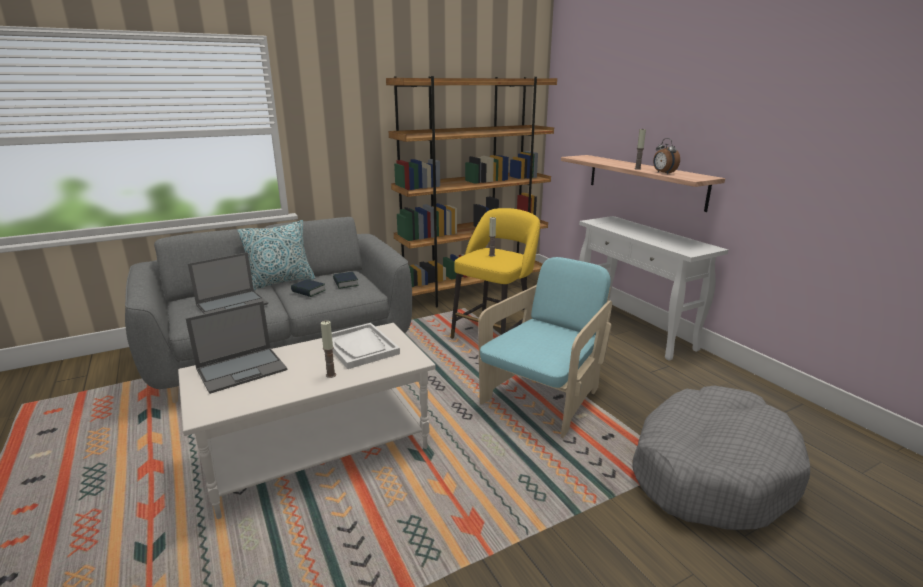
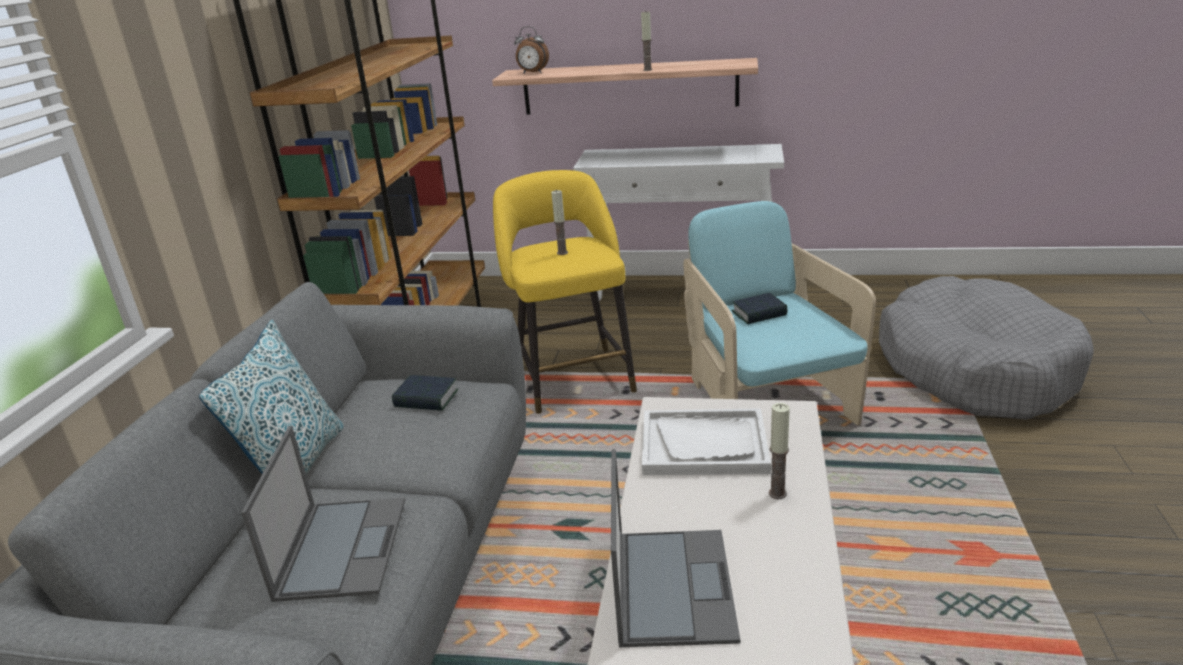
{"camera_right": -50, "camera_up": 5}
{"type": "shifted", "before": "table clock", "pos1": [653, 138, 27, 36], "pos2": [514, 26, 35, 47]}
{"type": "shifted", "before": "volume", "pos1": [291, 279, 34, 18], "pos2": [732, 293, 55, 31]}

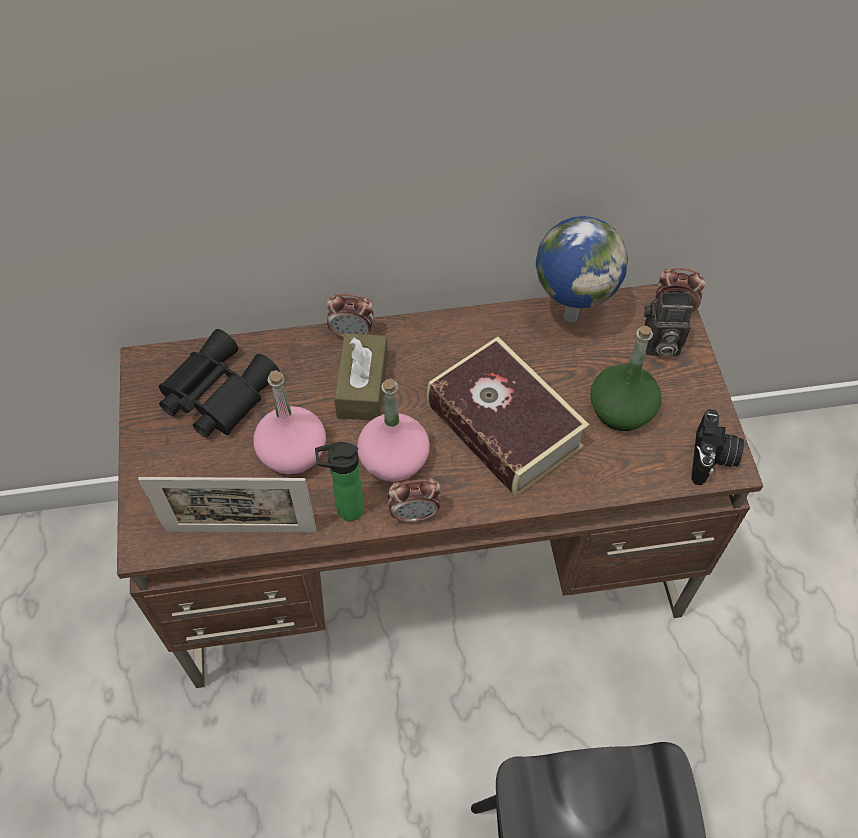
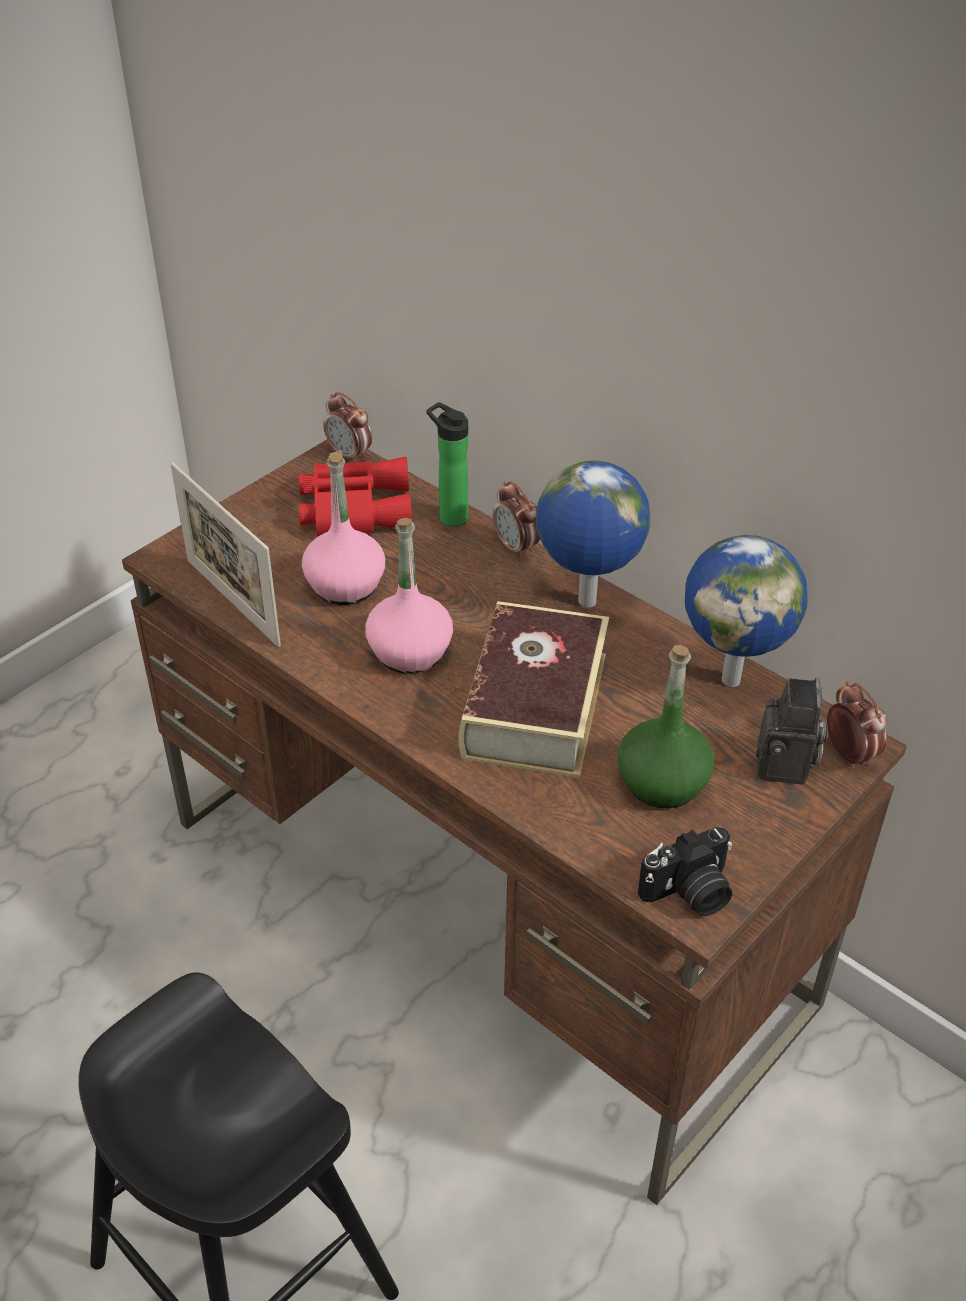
{"camera_right": 50, "camera_up": -15}
{"type": "rotated", "before": "still camera", "pos1": [644, 292, 50, 64], "pos2": [756, 677, 72, 107], "turn": -135}
{"type": "repainted", "before": "black pair of binoculars", "after": "red-coloured pair of binoculars", "pos1": [159, 329, 121, 109], "pos2": [299, 457, 113, 79]}
{"type": "gone", "before": "brown tissue box", "pos1": [334, 333, 54, 87]}
{"type": "shifted", "before": "bottle", "pos1": [315, 442, 49, 79], "pos2": [427, 402, 41, 125]}
{"type": "shifted", "before": "table clock", "pos1": [388, 478, 53, 45], "pos2": [323, 392, 49, 70]}
{"type": "new", "after": "globe", "pos2": [536, 460, 114, 148]}

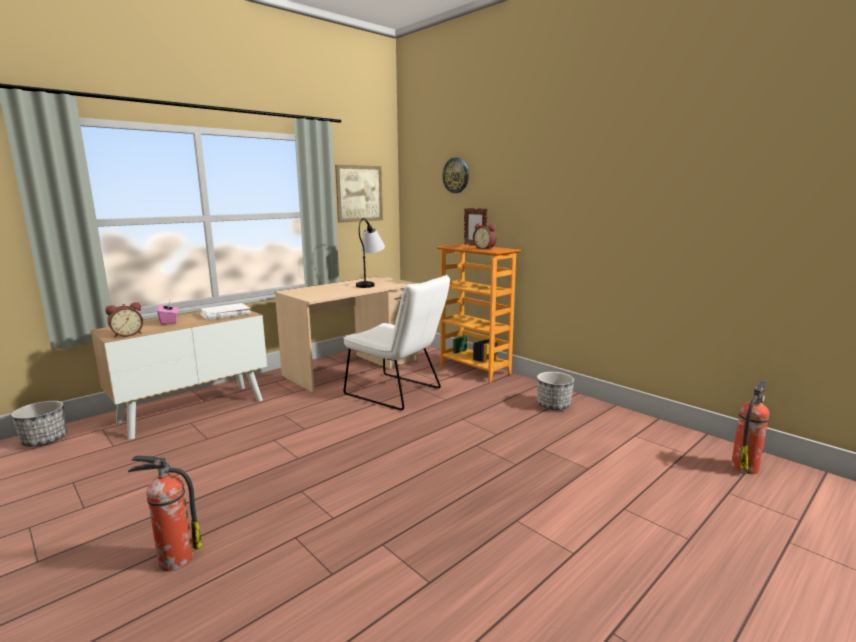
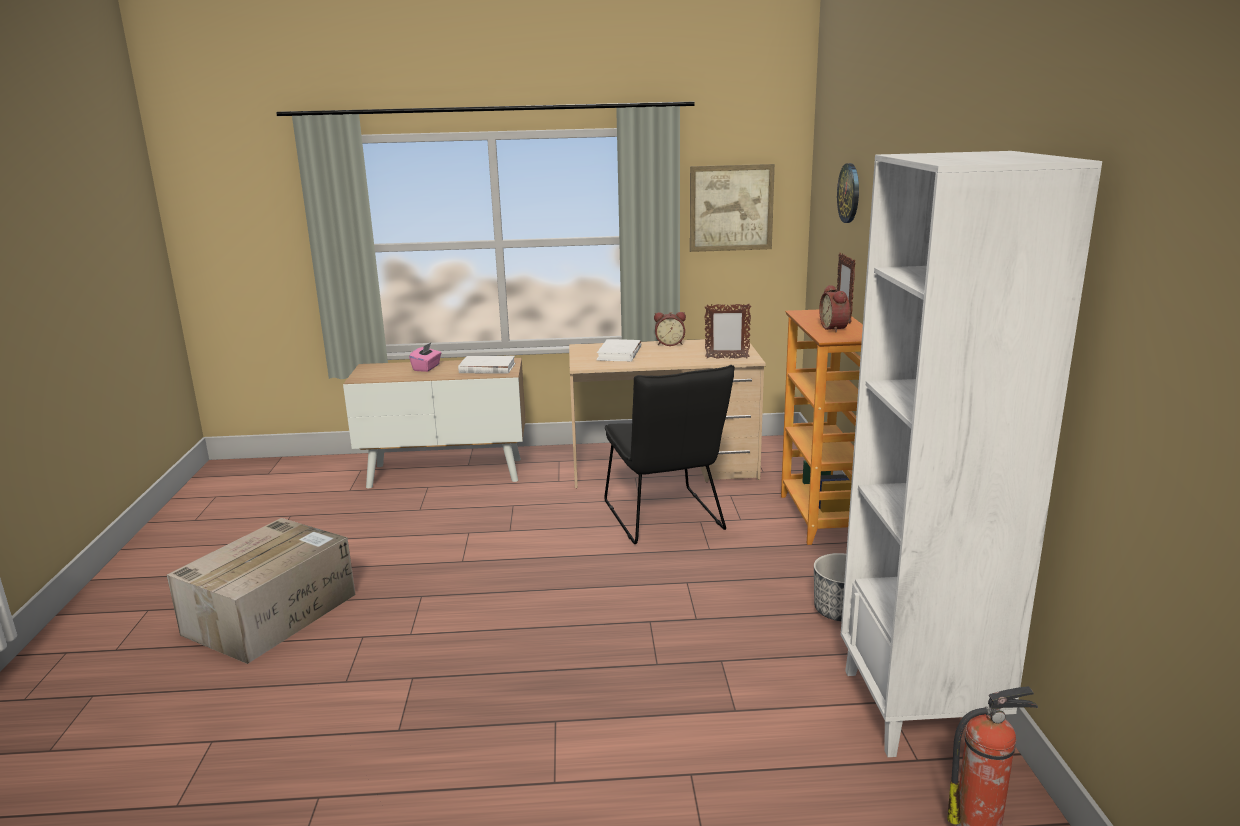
{"camera_right": 40, "camera_up": 5}
{"type": "gone", "before": "lamp for a table", "pos1": [356, 218, 29, 70]}
{"type": "repainted", "before": "white-coloured chair", "after": "black chair", "pos1": [343, 274, 107, 136], "pos2": [604, 365, 131, 179]}
{"type": "shifted", "before": "table clock", "pos1": [105, 302, 38, 36], "pos2": [654, 312, 32, 34]}
{"type": "gone", "before": "flower pot", "pos1": [11, 401, 56, 46]}
{"type": "swapped", "before": "fire extinguisher", "after": "packing box", "pos1": [128, 456, 74, 115], "pos2": [167, 518, 189, 146]}
{"type": "new", "after": "white-coloured bookshelf", "pos2": [841, 151, 261, 606]}
{"type": "new", "after": "picture frame", "pos2": [704, 304, 47, 55]}
{"type": "new", "after": "white-coloured volume", "pos2": [596, 339, 45, 22]}

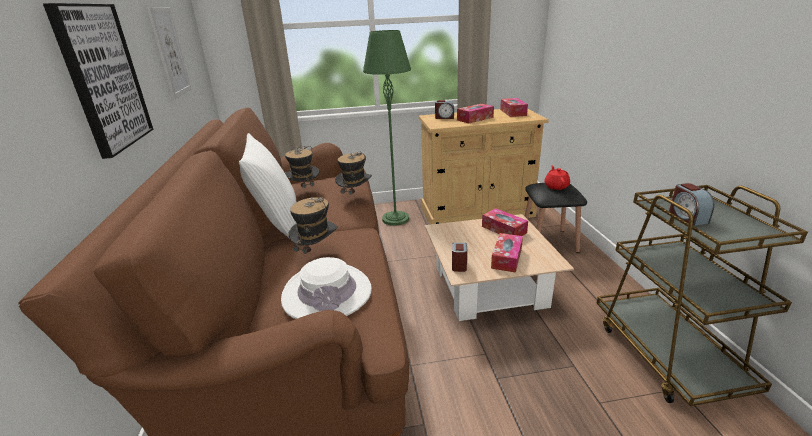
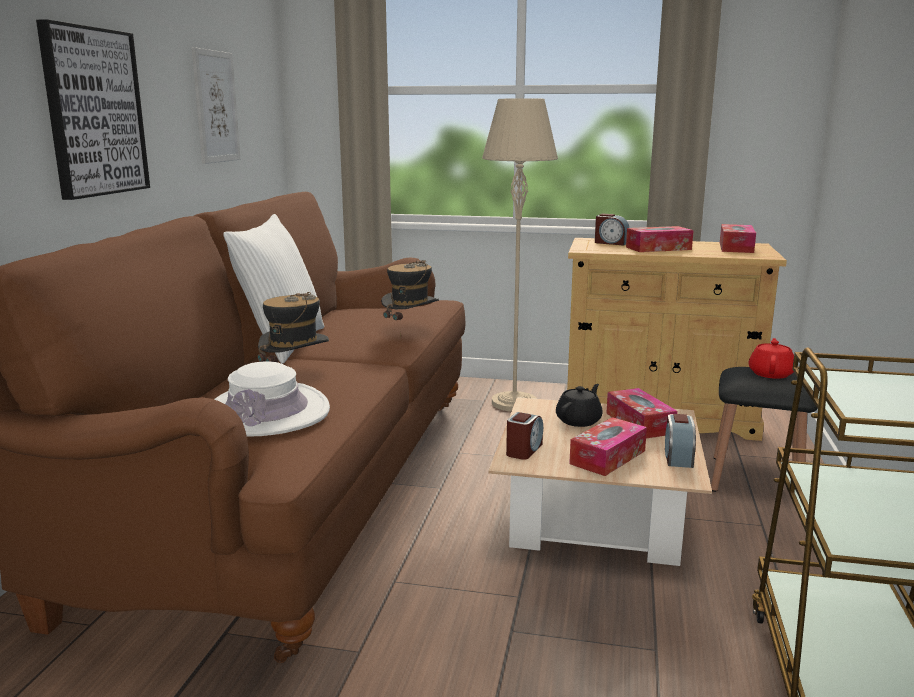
{"camera_right": 20, "camera_up": -10}
{"type": "repainted", "before": "greenish standard lamp", "after": "sand-coloured standard lamp", "pos1": [363, 30, 48, 196], "pos2": [482, 98, 76, 314]}
{"type": "gone", "before": "wearable hat", "pos1": [284, 146, 35, 50]}
{"type": "shifted", "before": "table clock", "pos1": [669, 183, 45, 43], "pos2": [665, 414, 31, 54]}
{"type": "new", "after": "black pot for tea", "pos2": [556, 384, 47, 43]}

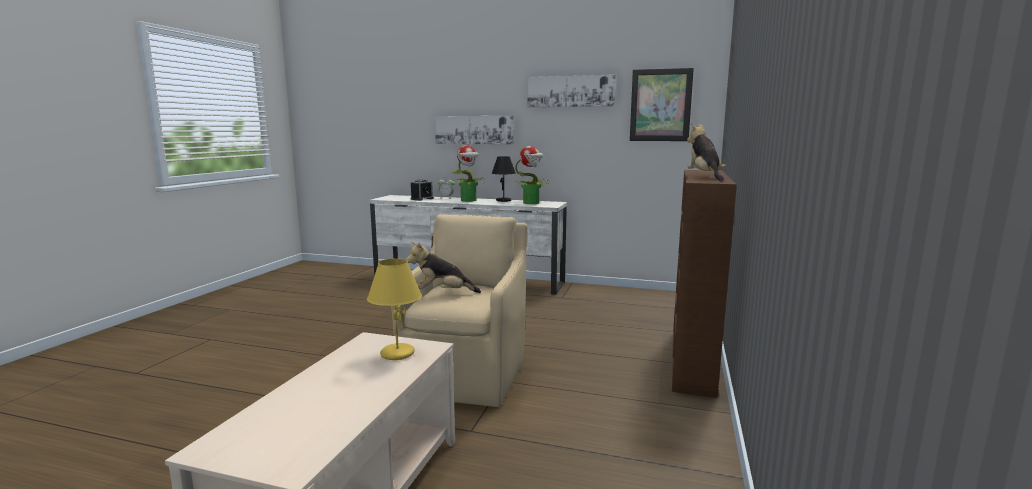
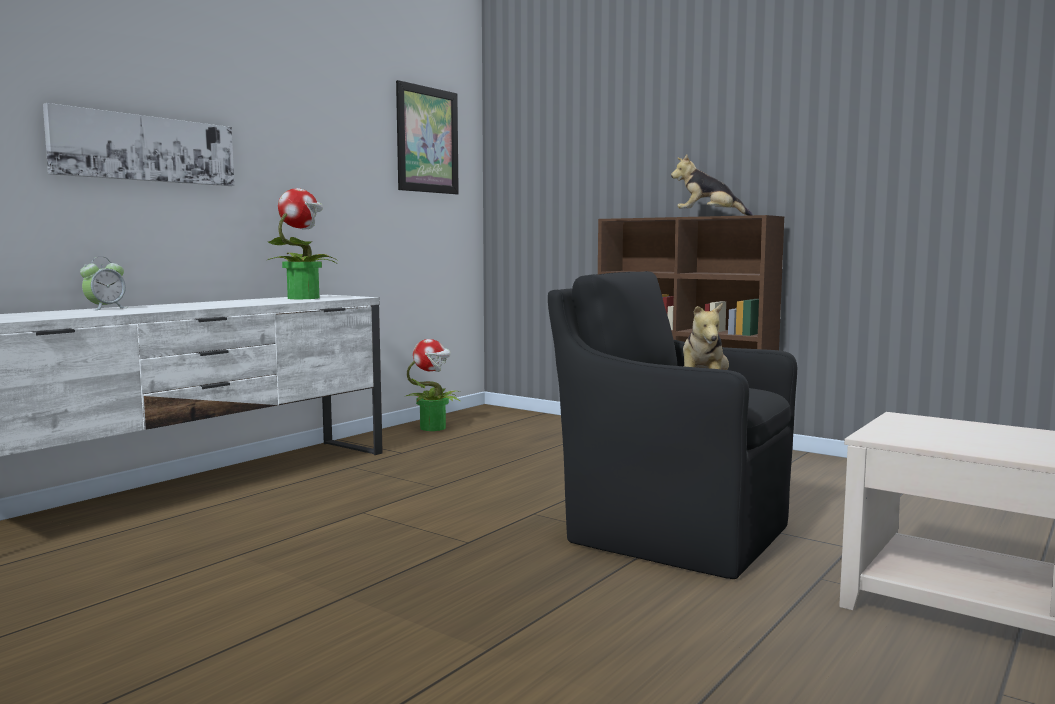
{"camera_right": -70, "camera_up": -5}
{"type": "gone", "before": "wall picture", "pos1": [527, 75, 89, 32]}
{"type": "shifted", "before": "plant in a pot", "pos1": [451, 145, 32, 57], "pos2": [406, 339, 55, 92]}
{"type": "gone", "before": "black lamp for a table", "pos1": [492, 156, 24, 46]}
{"type": "gone", "before": "table clock", "pos1": [410, 179, 24, 22]}
{"type": "repainted", "before": "sand-coloured easy chair", "after": "black easy chair", "pos1": [391, 214, 137, 193], "pos2": [548, 271, 249, 308]}
{"type": "gone", "before": "yellow lamp for a table", "pos1": [367, 258, 55, 102]}

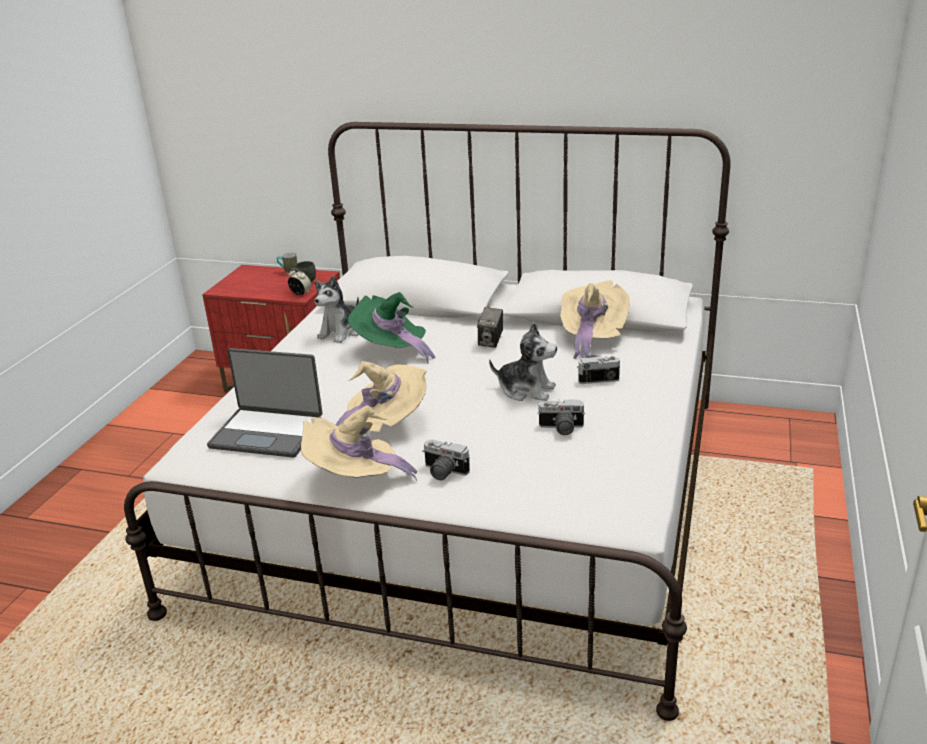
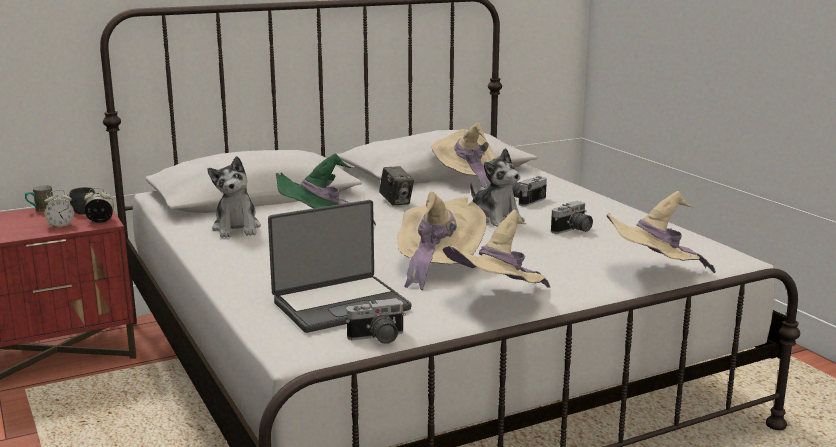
{"camera_right": -45, "camera_up": -10}
{"type": "rotated", "before": "soft toy", "pos1": [489, 323, 68, 78], "pos2": [470, 148, 55, 78], "turn": 75}
{"type": "shifted", "before": "still camera", "pos1": [422, 440, 48, 40], "pos2": [346, 298, 60, 46]}
{"type": "new", "after": "table clock", "pos2": [44, 190, 30, 38]}
{"type": "new", "after": "sand-coloured wearable hat", "pos2": [606, 191, 110, 82]}

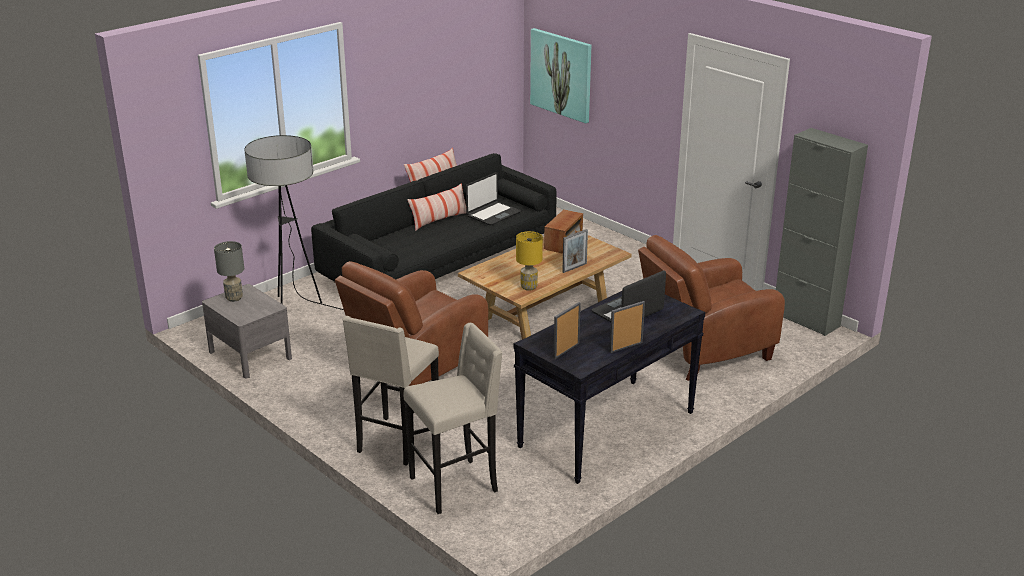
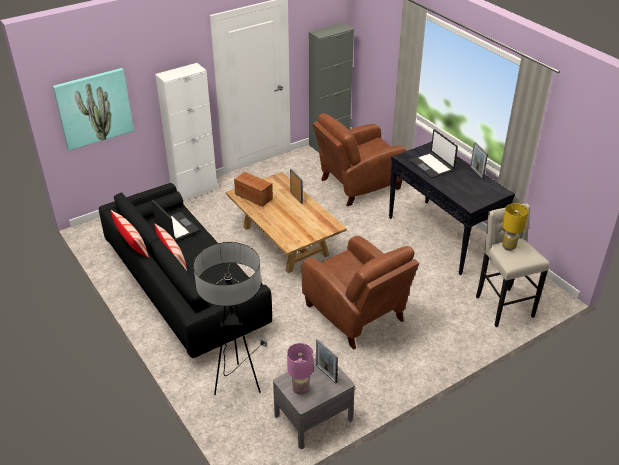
{"camera_right": -80, "camera_up": 10}
{"type": "shifted", "before": "yellow lamp for a table", "pos1": [516, 231, 27, 60], "pos2": [502, 203, 27, 48]}
{"type": "rotated", "before": "brown easy chair", "pos1": [638, 235, 147, 146], "pos2": [313, 113, 94, 94], "turn": 75}
{"type": "repainted", "before": "gray lamp for a table", "after": "pinkish lamp for a table", "pos1": [214, 241, 30, 61], "pos2": [287, 343, 26, 52]}
{"type": "shifted", "before": "picture frame", "pos1": [554, 302, 27, 57], "pos2": [316, 339, 22, 44]}
{"type": "gone", "before": "sand-coloured sitting stool", "pos1": [342, 316, 97, 150]}
{"type": "new", "after": "white-coloured storage cabinet", "pos2": [155, 63, 63, 138]}

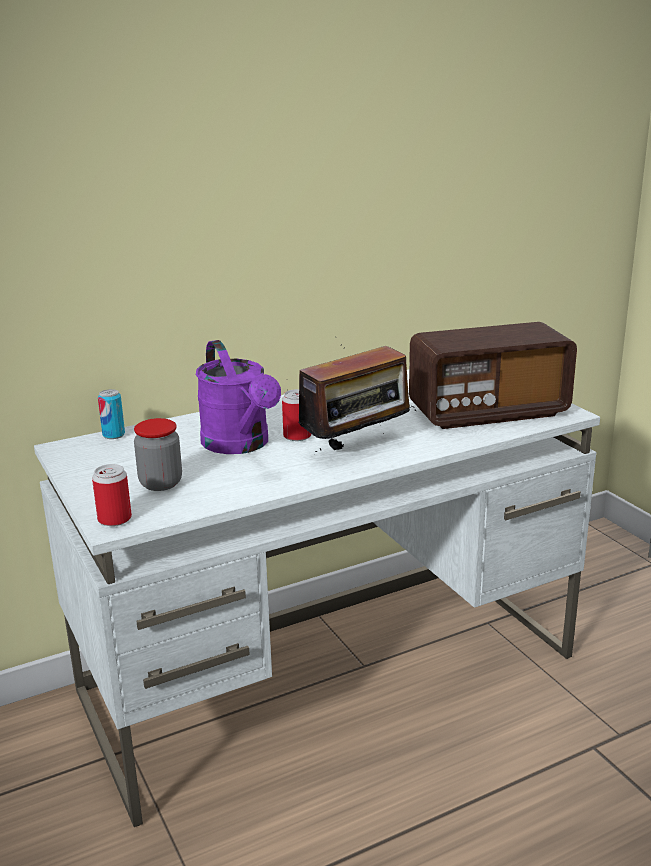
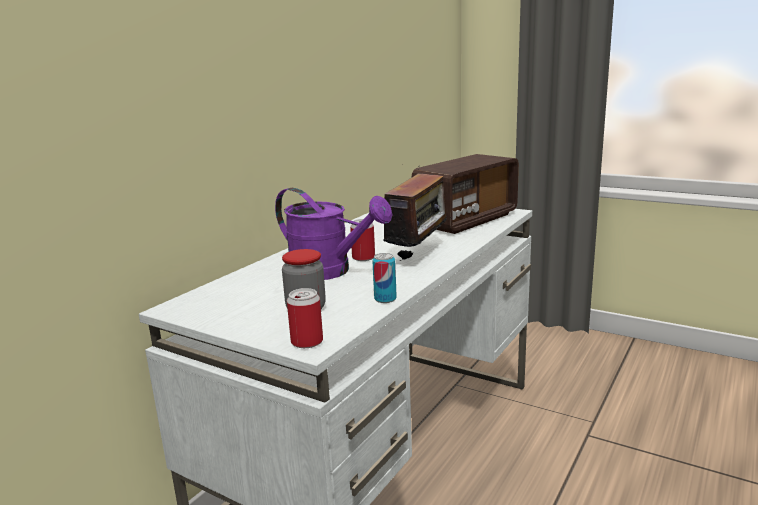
{"camera_right": -30, "camera_up": -5}
{"type": "shifted", "before": "metal can", "pos1": [98, 389, 27, 50], "pos2": [372, 253, 25, 50]}

